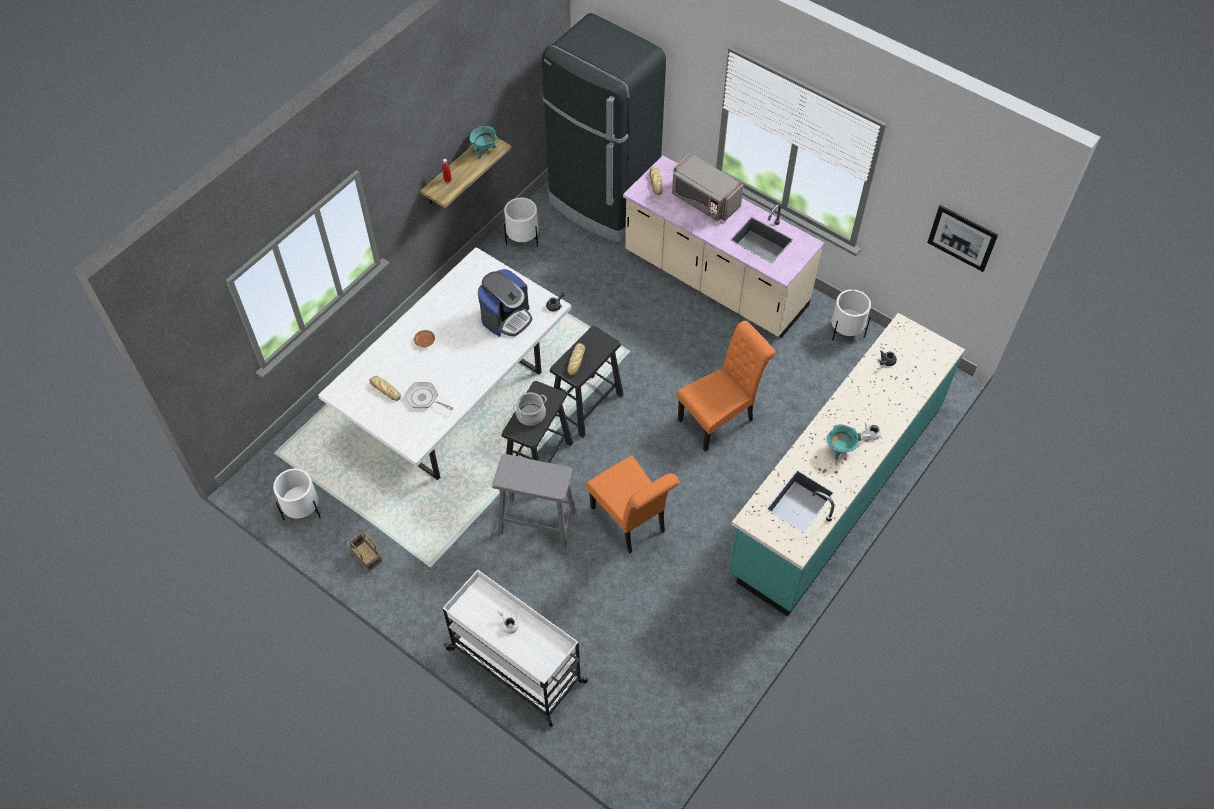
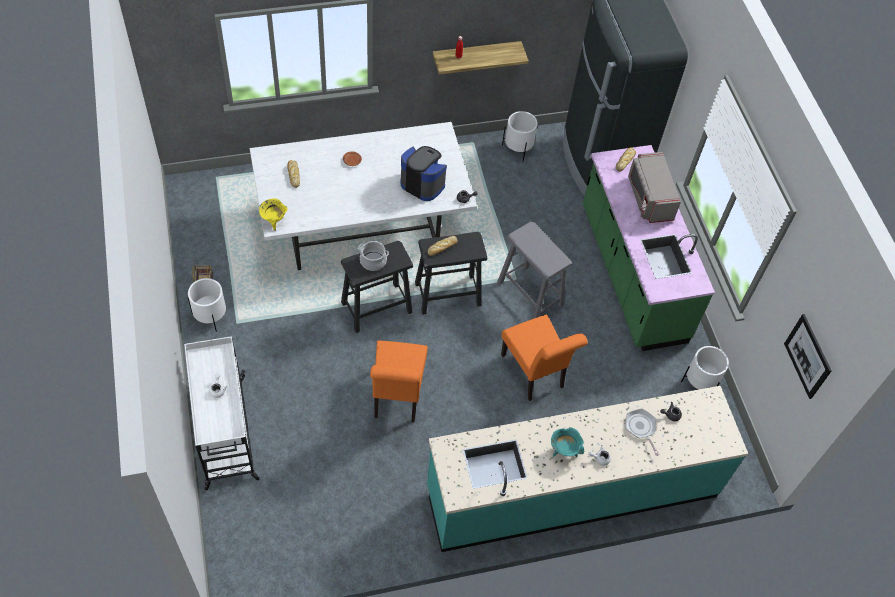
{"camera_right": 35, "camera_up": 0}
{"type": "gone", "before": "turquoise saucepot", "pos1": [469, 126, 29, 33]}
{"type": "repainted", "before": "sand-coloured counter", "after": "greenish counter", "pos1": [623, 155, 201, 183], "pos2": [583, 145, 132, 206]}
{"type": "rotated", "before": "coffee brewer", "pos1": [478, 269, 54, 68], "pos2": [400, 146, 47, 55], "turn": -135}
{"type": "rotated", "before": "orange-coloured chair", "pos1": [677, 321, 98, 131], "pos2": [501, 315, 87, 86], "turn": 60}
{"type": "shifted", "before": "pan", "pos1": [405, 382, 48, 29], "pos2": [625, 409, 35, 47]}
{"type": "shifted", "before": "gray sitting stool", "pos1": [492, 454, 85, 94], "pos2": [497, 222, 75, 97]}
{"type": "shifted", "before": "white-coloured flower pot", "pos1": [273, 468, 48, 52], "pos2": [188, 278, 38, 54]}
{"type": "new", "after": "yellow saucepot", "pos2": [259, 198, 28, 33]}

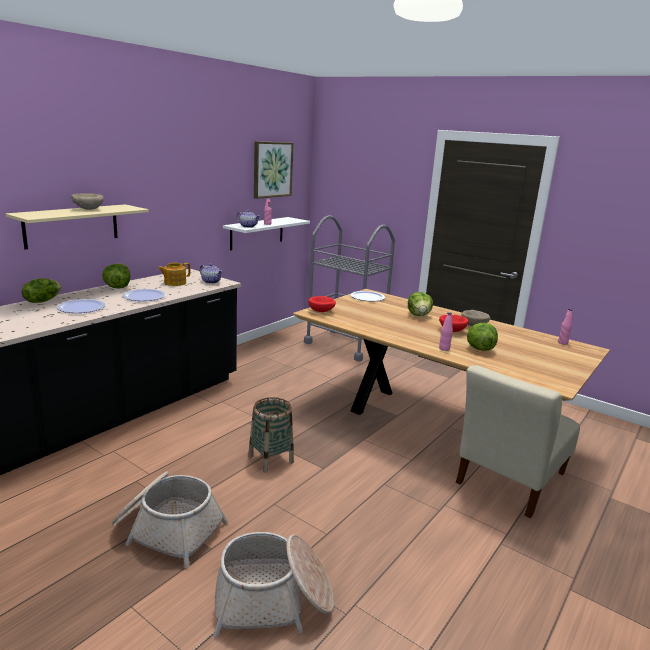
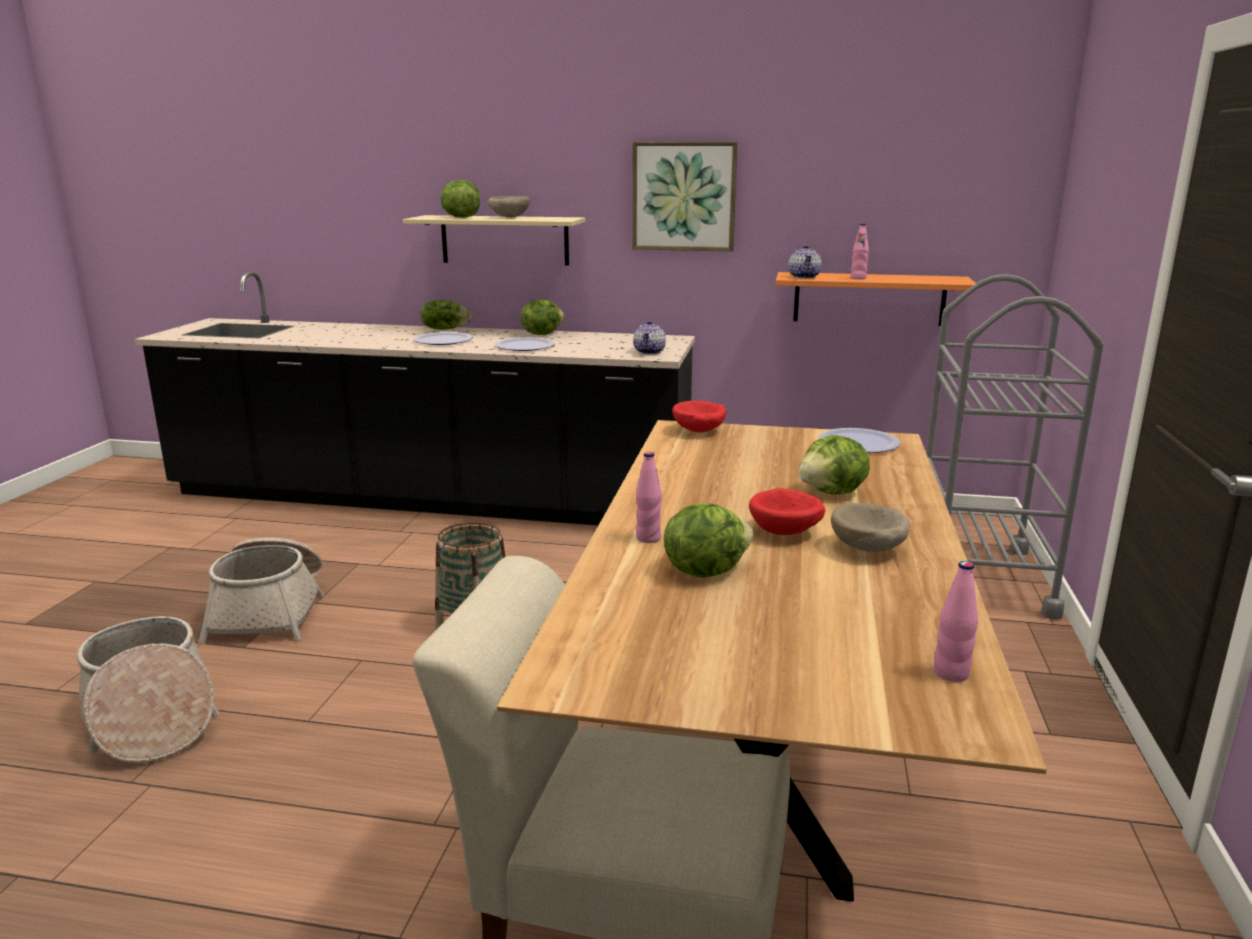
{"camera_right": 65, "camera_up": 0}
{"type": "shifted", "before": "wall picture", "pos1": [254, 141, 40, 58], "pos2": [632, 142, 106, 109]}
{"type": "repainted", "before": "white-coloured wall shelf", "after": "orange-coloured wall shelf", "pos1": [223, 217, 87, 34], "pos2": [776, 272, 202, 54]}
{"type": "gone", "before": "pot for tea", "pos1": [158, 263, 32, 23]}
{"type": "new", "after": "lettuce", "pos2": [440, 180, 40, 38]}

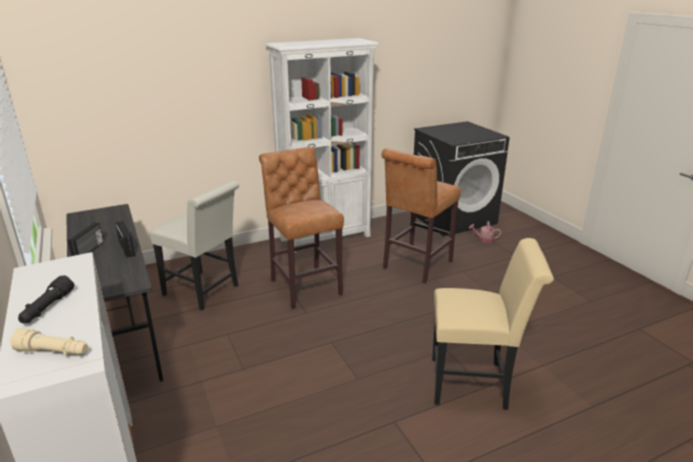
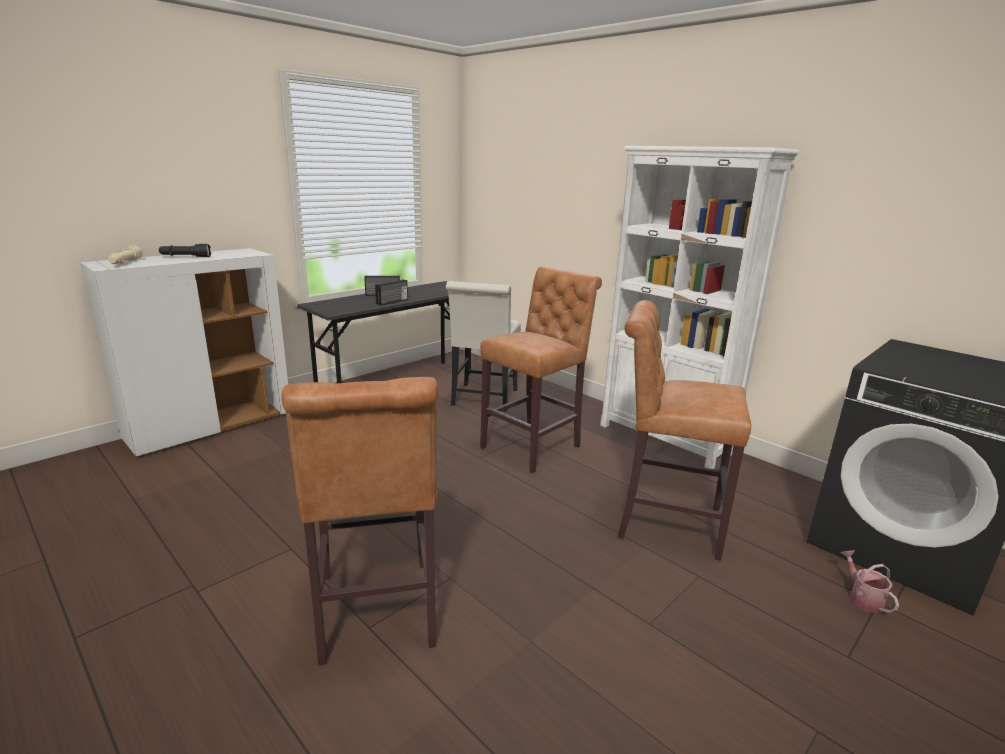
{"camera_right": 70, "camera_up": -5}
{"type": "swapped", "before": "sand-coloured chair", "after": "brown sitting stool", "pos1": [432, 238, 122, 172], "pos2": [281, 377, 157, 288]}

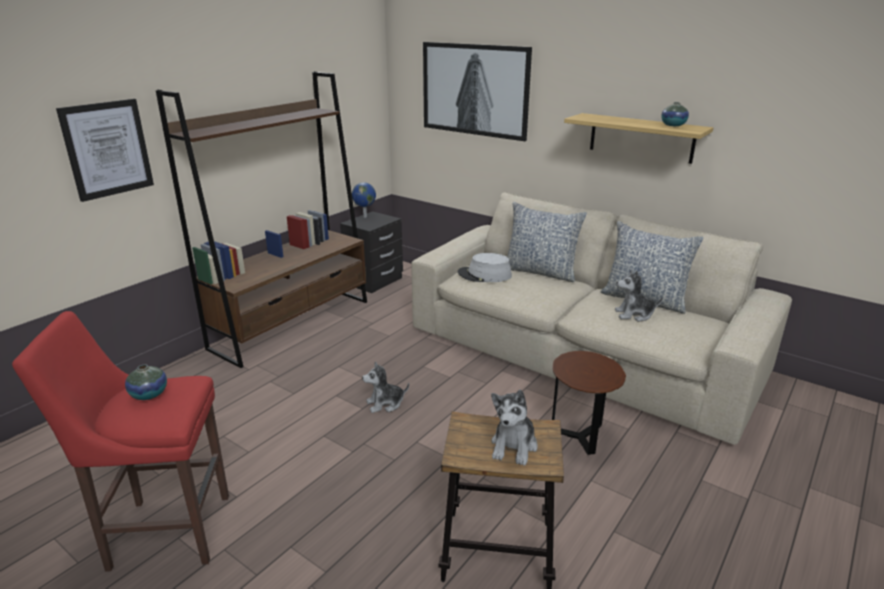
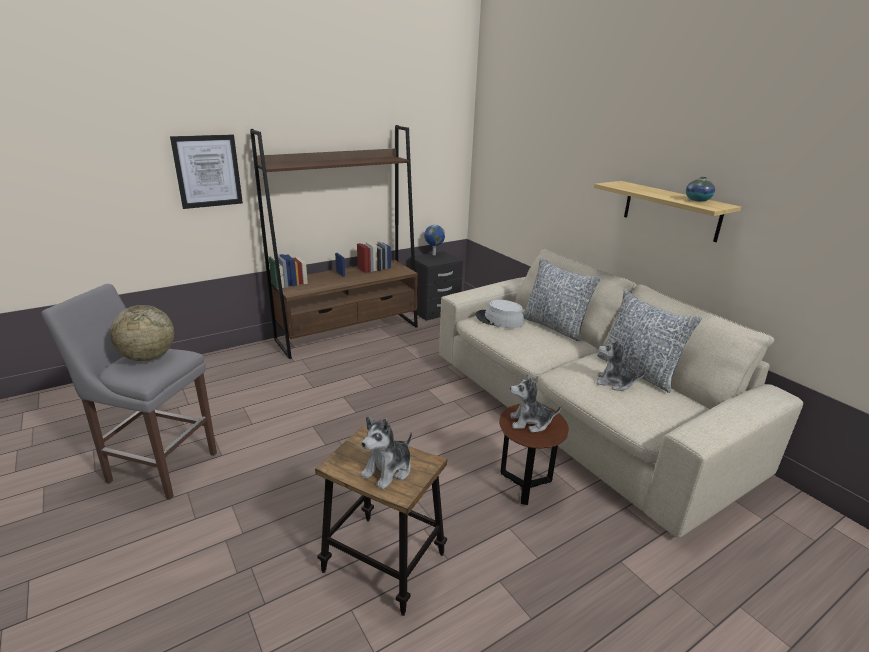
{"camera_right": 20, "camera_up": 0}
{"type": "gone", "before": "wall picture", "pos1": [423, 42, 109, 99]}
{"type": "repainted", "before": "red-coloured sitting stool", "after": "gray sitting stool", "pos1": [12, 311, 217, 261], "pos2": [42, 284, 175, 215]}
{"type": "shifted", "before": "soft toy", "pos1": [362, 362, 47, 51], "pos2": [510, 374, 51, 59]}
{"type": "swapped", "before": "decorative vase", "after": "globe", "pos1": [125, 364, 42, 36], "pos2": [110, 305, 64, 56]}

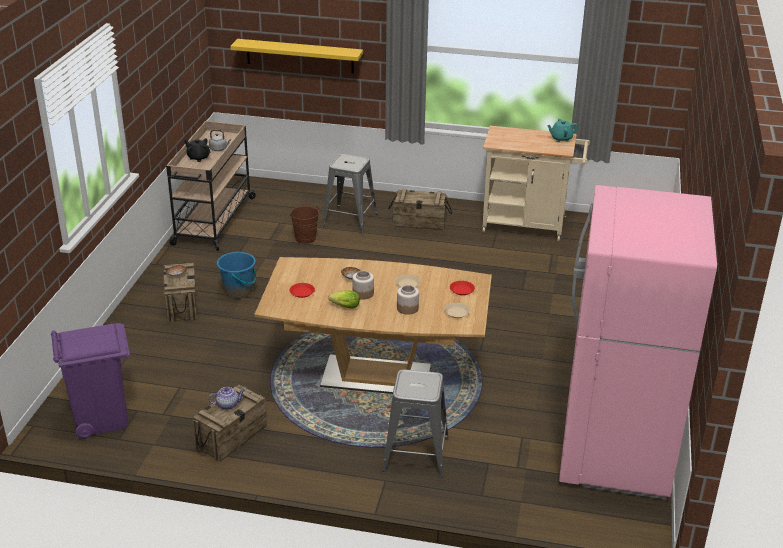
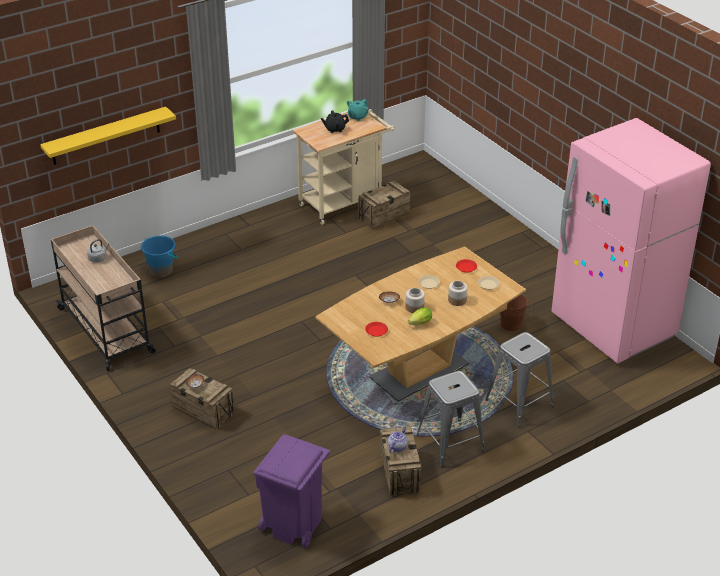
{"camera_right": -45, "camera_up": 5}
{"type": "shifted", "before": "black pot for tea", "pos1": [184, 138, 27, 24], "pos2": [321, 110, 28, 23]}
{"type": "shifted", "before": "gray sitting stool", "pos1": [322, 154, 56, 80], "pos2": [417, 371, 68, 96]}
{"type": "shifted", "before": "packing crate", "pos1": [388, 189, 64, 42], "pos2": [358, 181, 52, 48]}
{"type": "shifted", "before": "brown bucket", "pos1": [290, 206, 32, 38], "pos2": [500, 294, 32, 37]}
{"type": "shifted", "before": "bluish bucket", "pos1": [217, 251, 39, 48], "pos2": [141, 235, 37, 43]}

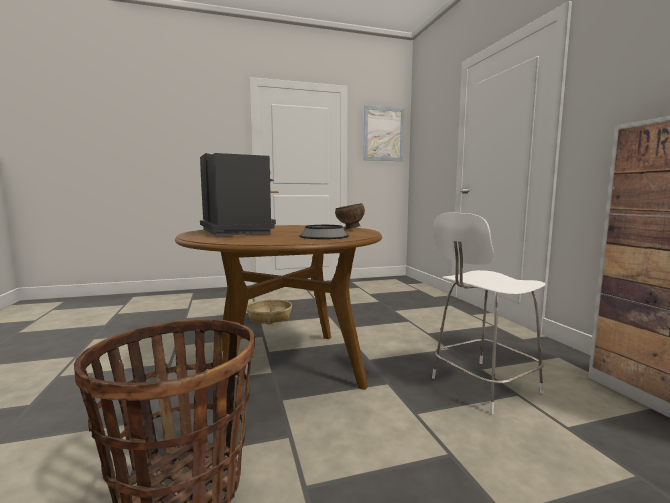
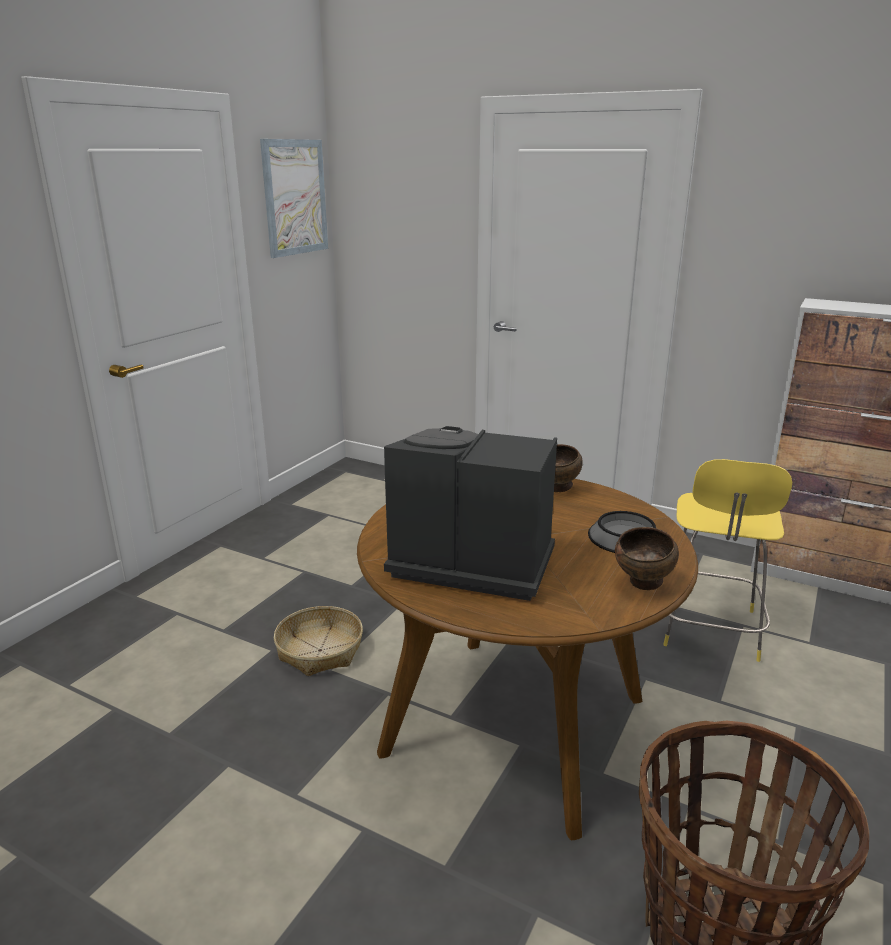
{"camera_right": -45, "camera_up": 15}
{"type": "repainted", "before": "white-coloured sitting stool", "after": "yellow sitting stool", "pos1": [432, 212, 113, 202], "pos2": [663, 459, 129, 203]}
{"type": "new", "after": "brown deep dish", "pos2": [615, 527, 64, 63]}

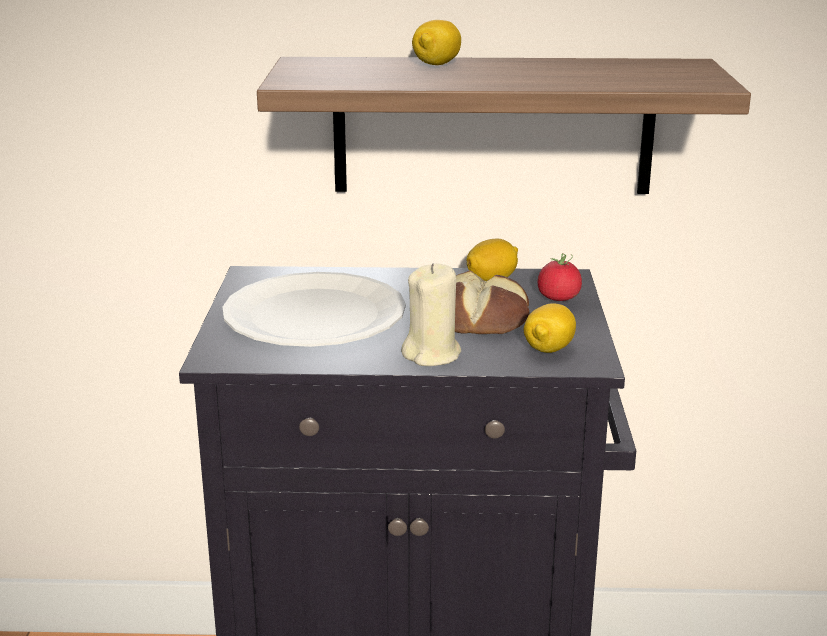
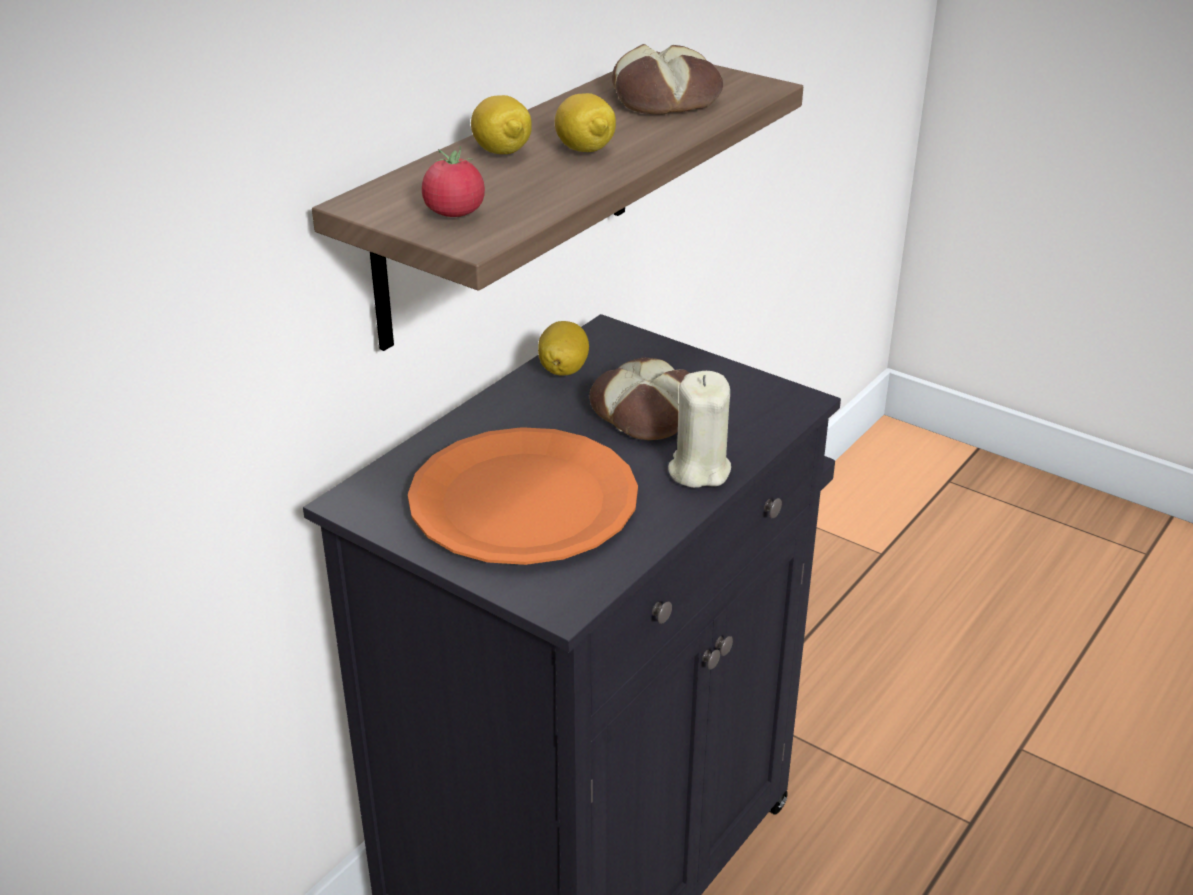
{"camera_right": -55, "camera_up": 10}
{"type": "shifted", "before": "fresh tomato", "pos1": [538, 253, 44, 48], "pos2": [422, 147, 63, 70]}
{"type": "repainted", "before": "white-coloured plate", "after": "orange-coloured plate", "pos1": [223, 272, 183, 75], "pos2": [408, 427, 230, 138]}
{"type": "shifted", "before": "whole lemon", "pos1": [524, 303, 52, 50], "pos2": [555, 93, 61, 59]}
{"type": "new", "after": "baked bread", "pos2": [612, 44, 111, 70]}

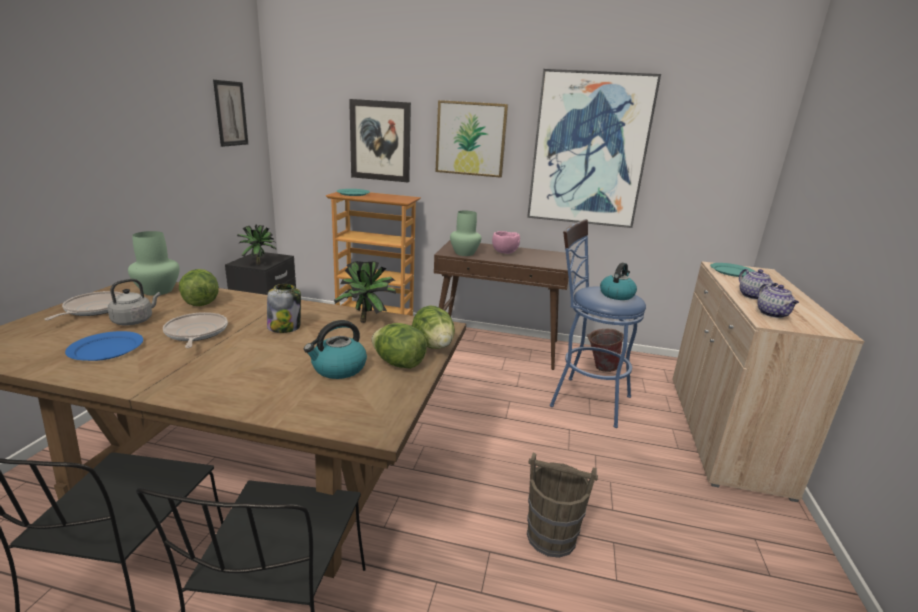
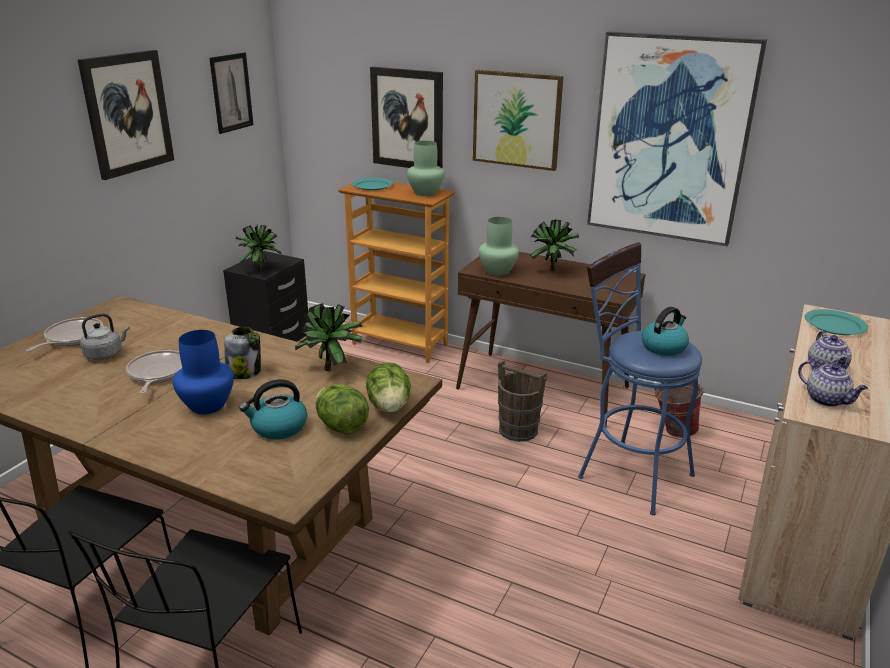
{"camera_right": 15, "camera_up": 5}
{"type": "shifted", "before": "greenish decorative vase", "pos1": [128, 231, 52, 65], "pos2": [407, 141, 38, 55]}
{"type": "swapped", "before": "pinkish deep dish", "after": "plant in a pot", "pos1": [492, 231, 28, 23], "pos2": [530, 219, 49, 52]}
{"type": "gone", "before": "lettuce", "pos1": [179, 269, 40, 37]}
{"type": "rotated", "before": "pot for tea", "pos1": [757, 284, 42, 34], "pos2": [798, 361, 70, 46], "turn": -45}
{"type": "gone", "before": "bluish plate", "pos1": [65, 331, 78, 30]}
{"type": "shifted", "before": "brown bucket", "pos1": [527, 453, 71, 105], "pos2": [498, 359, 49, 83]}
{"type": "new", "after": "wall picture", "pos2": [78, 50, 96, 130]}
{"type": "new", "after": "bluish decorative vase", "pos2": [173, 330, 61, 84]}

